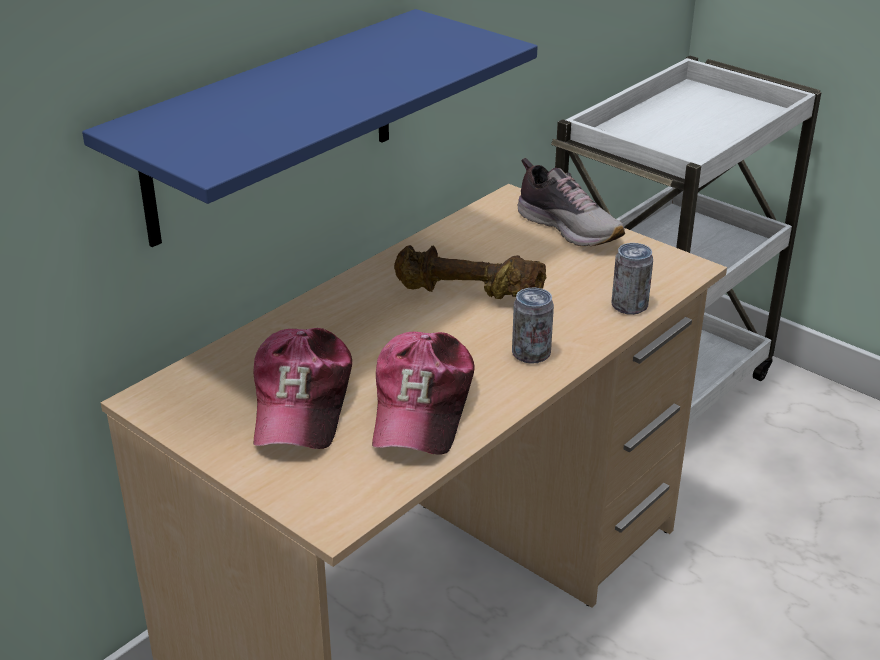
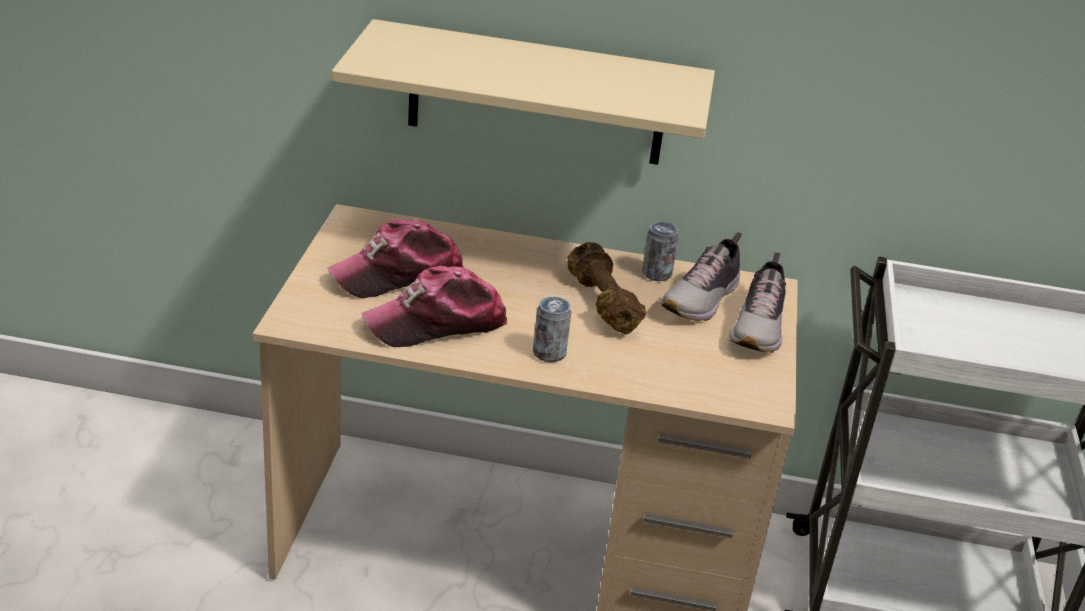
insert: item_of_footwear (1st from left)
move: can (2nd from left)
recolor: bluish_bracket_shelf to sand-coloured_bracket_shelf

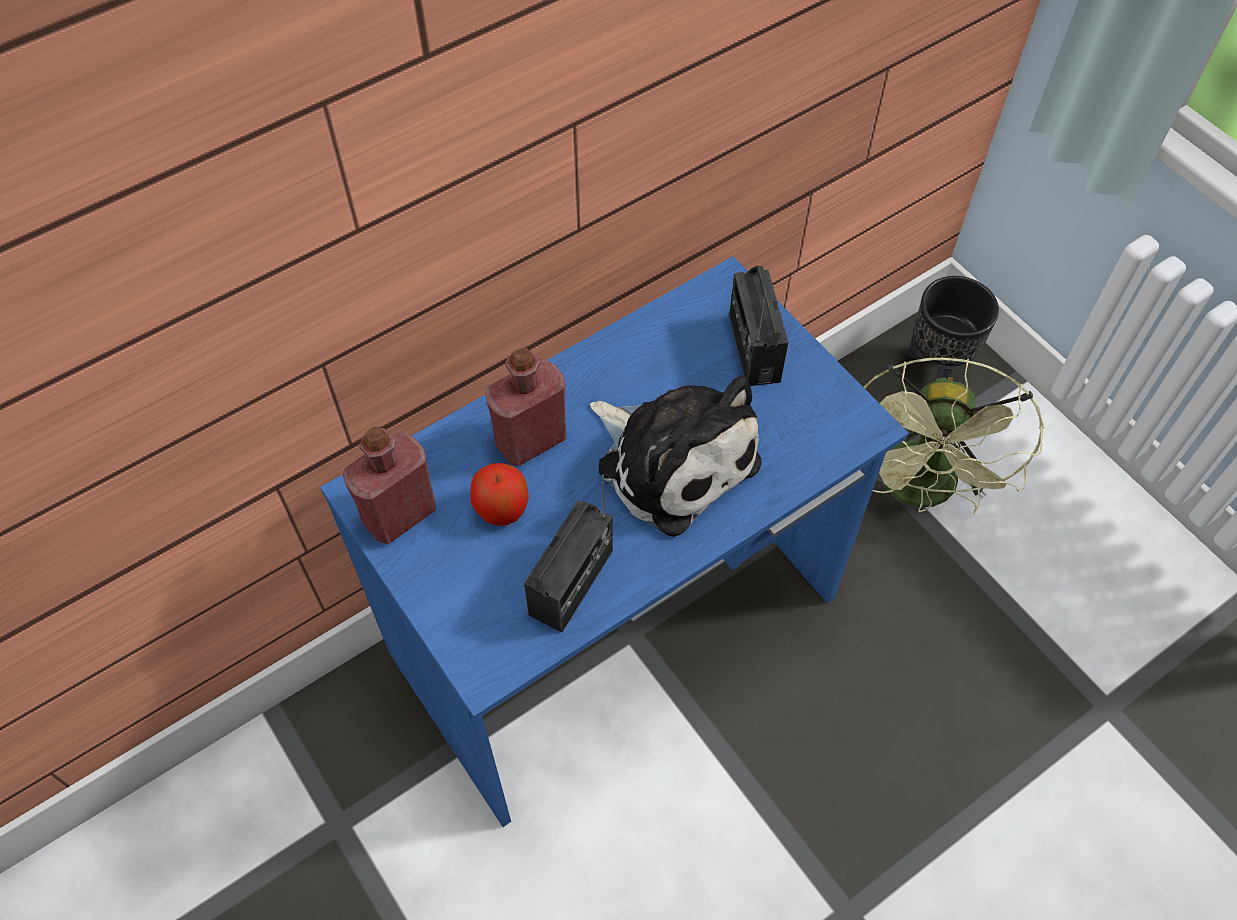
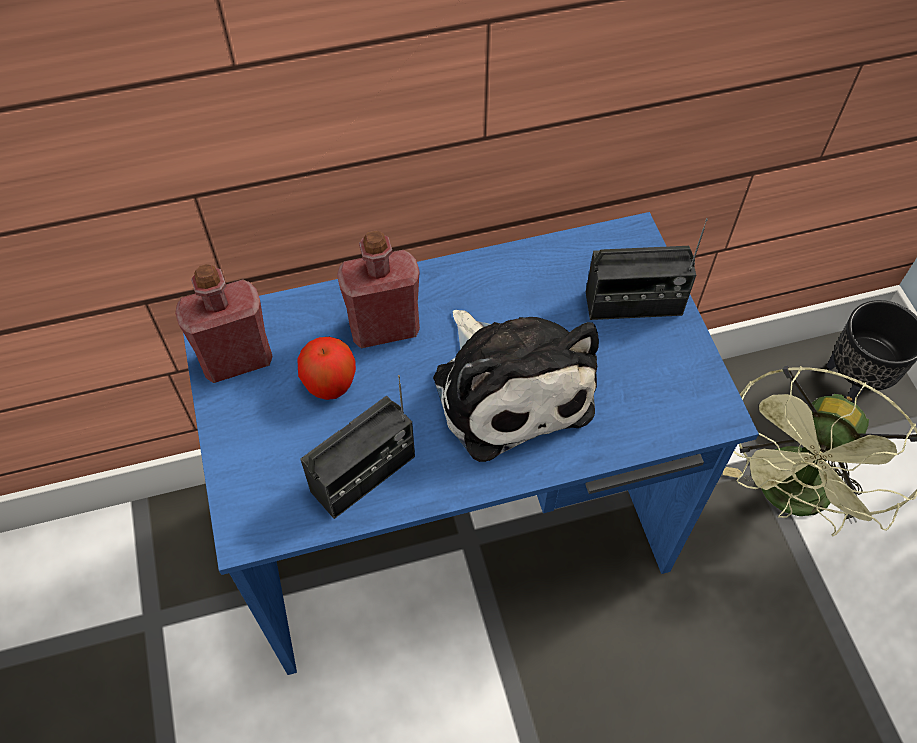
rotate: radio_set (2nd from left) 105 degrees counterclockwise

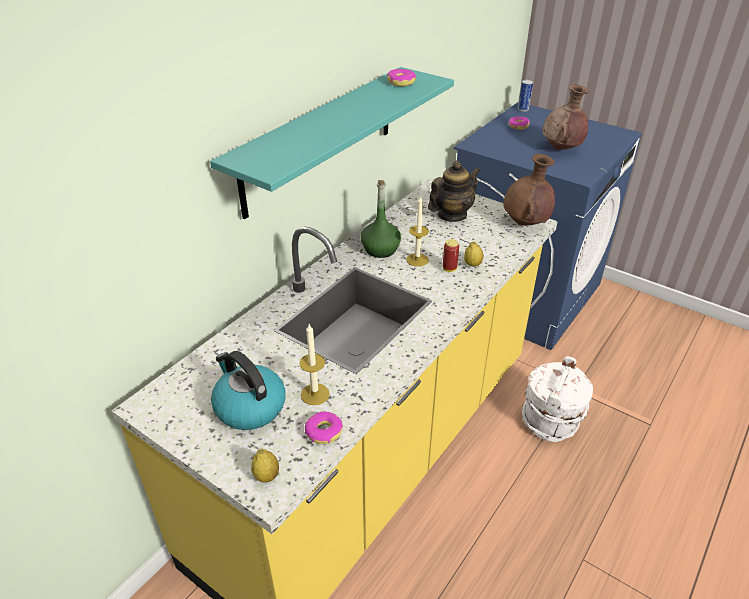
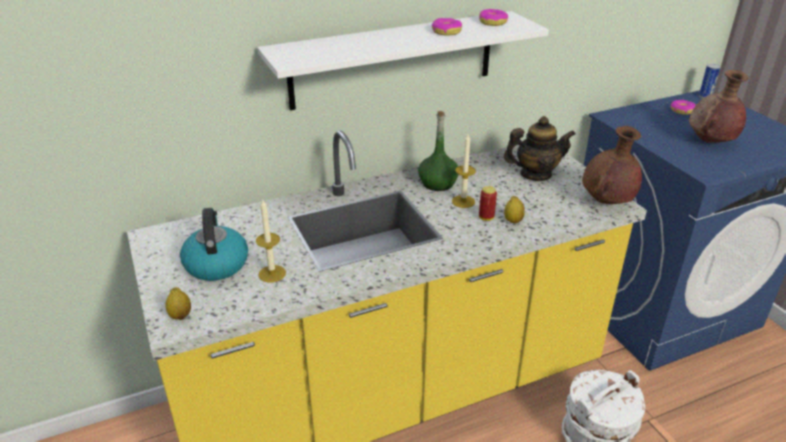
move: donut (1st from left)
recolor: turquoise-coloured_bracket_shelf to white-coloured_bracket_shelf

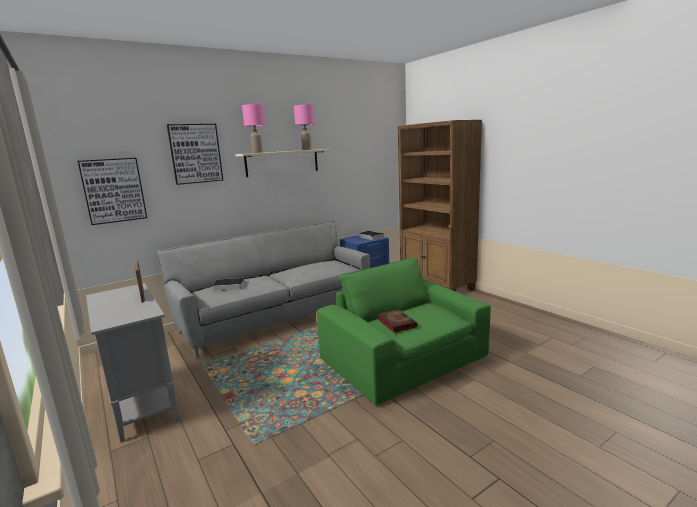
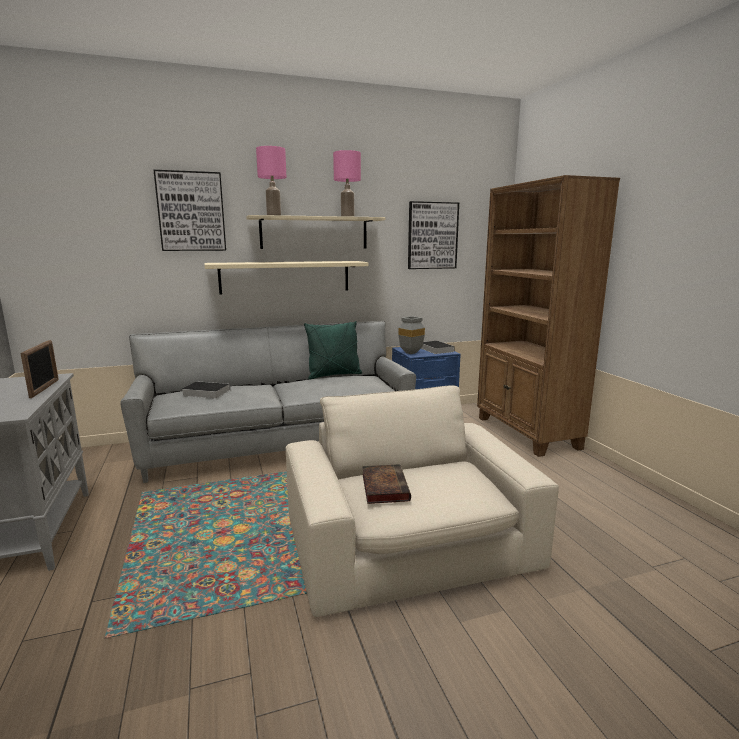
insert: sand-coloured_bracket_shelf (1st from left); green-coloured_pillow; gray_flower_vase
move: picture (1st from left in the first image) to picture (2nd from left)
recolor: green-coloured_easy_chair to sand-coloured_easy_chair

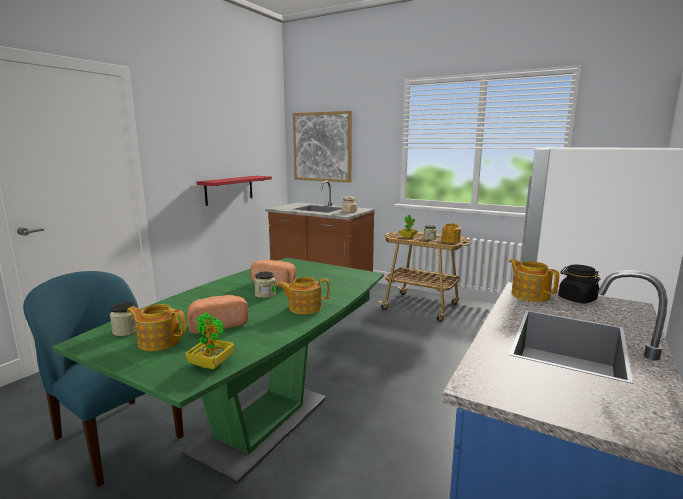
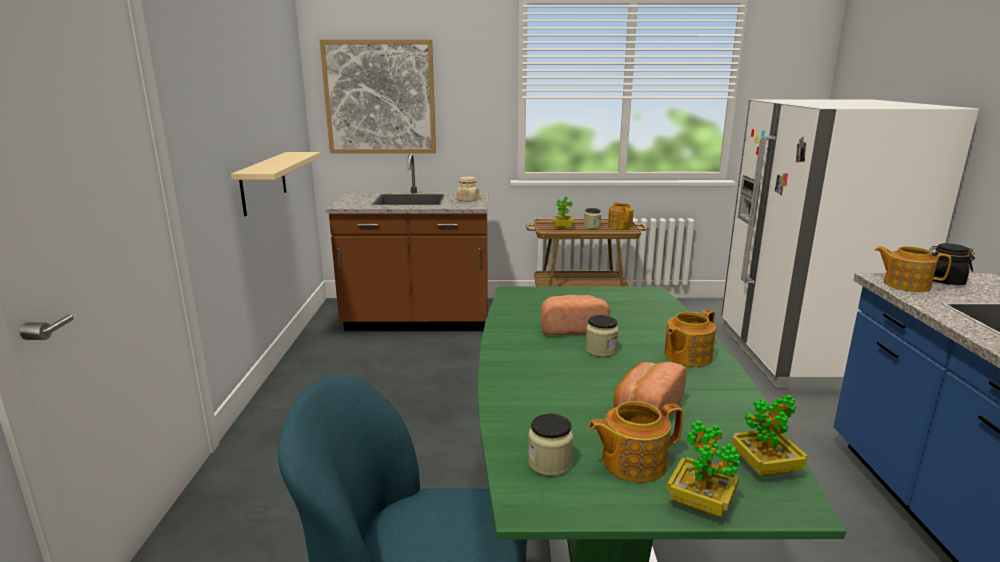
insert: potted_plant (2nd from left)
recolor: reddish_bracket_shelf to sand-coloured_bracket_shelf

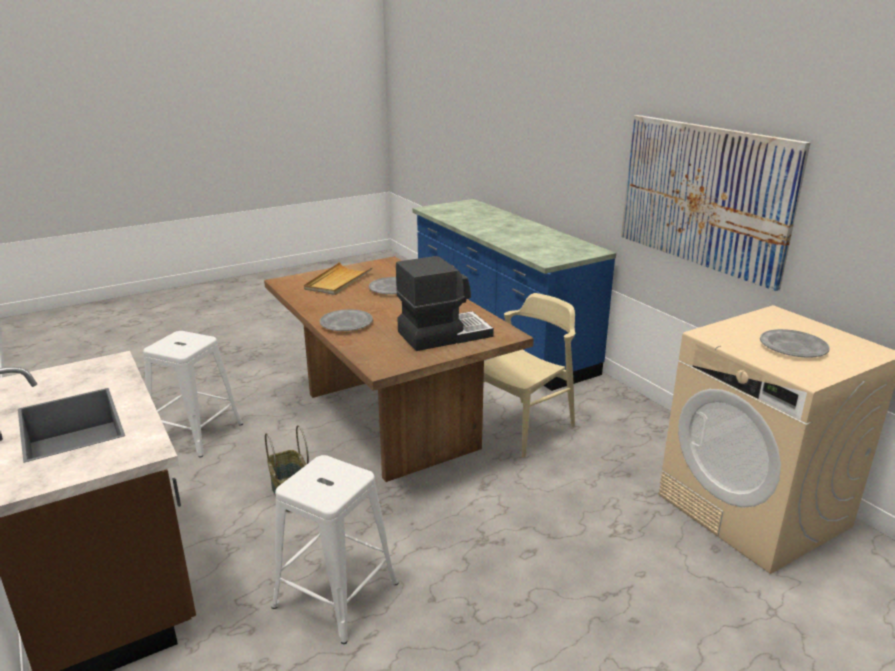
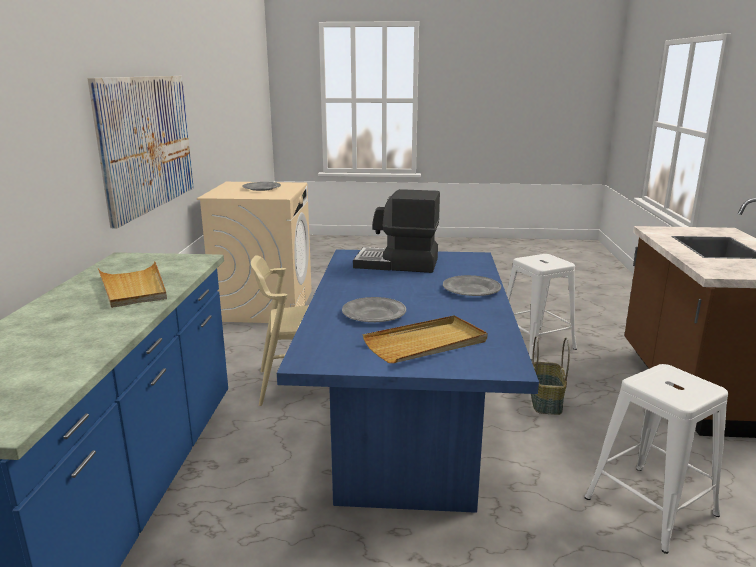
insert: sand-coloured_carrying_tray (1st from left)
recolor: brown_kitchen_table to bluish_kitchen_table

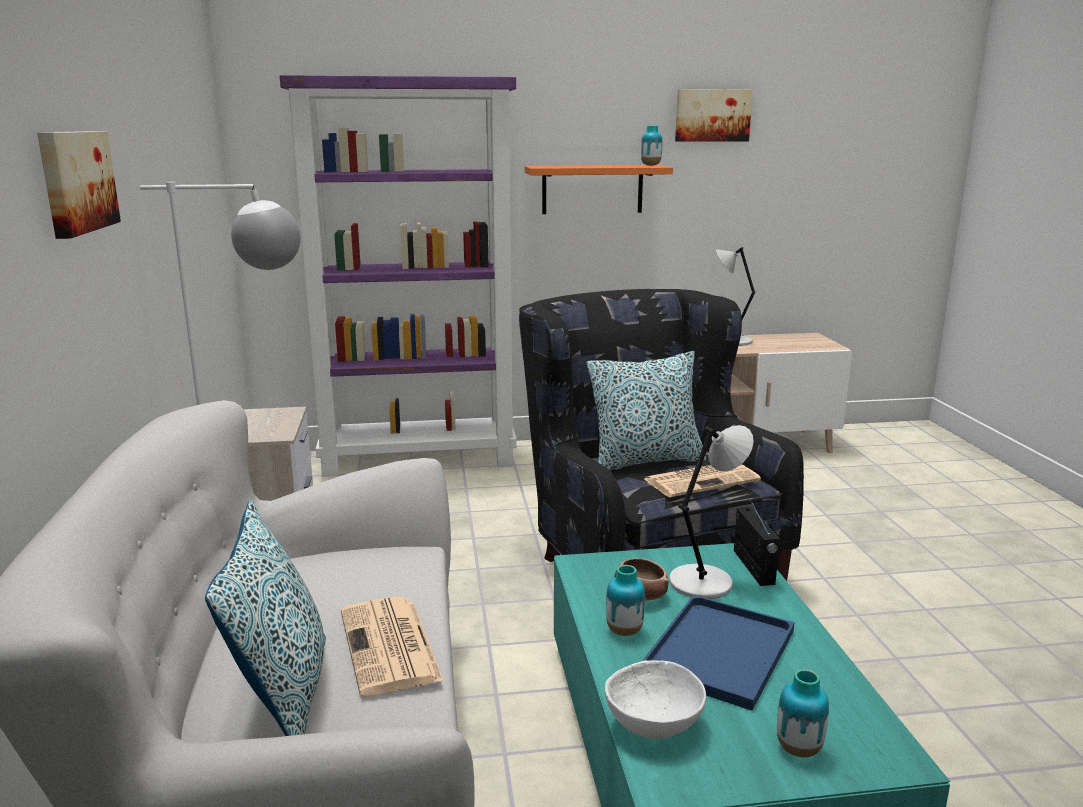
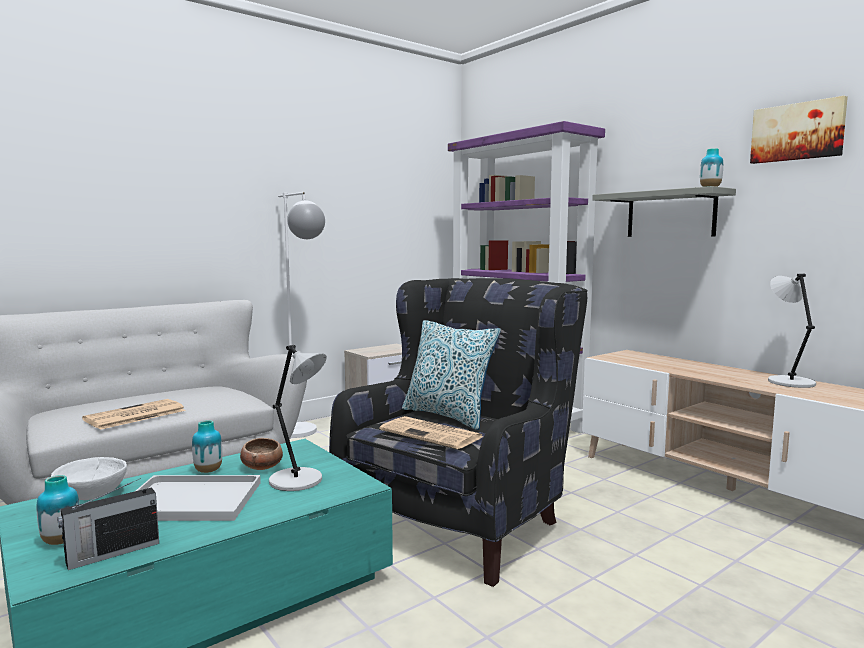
delete: picture (1st from left); pillow (1st from left)
move: radio_set
recolor: orange-coloured_bracket_shelf to gray_bracket_shelf; bluish_carrying_tray to white-coloured_carrying_tray

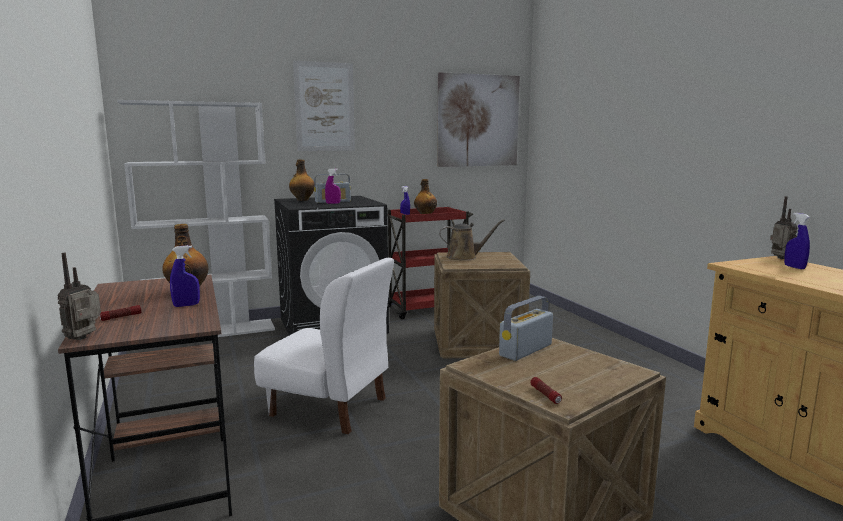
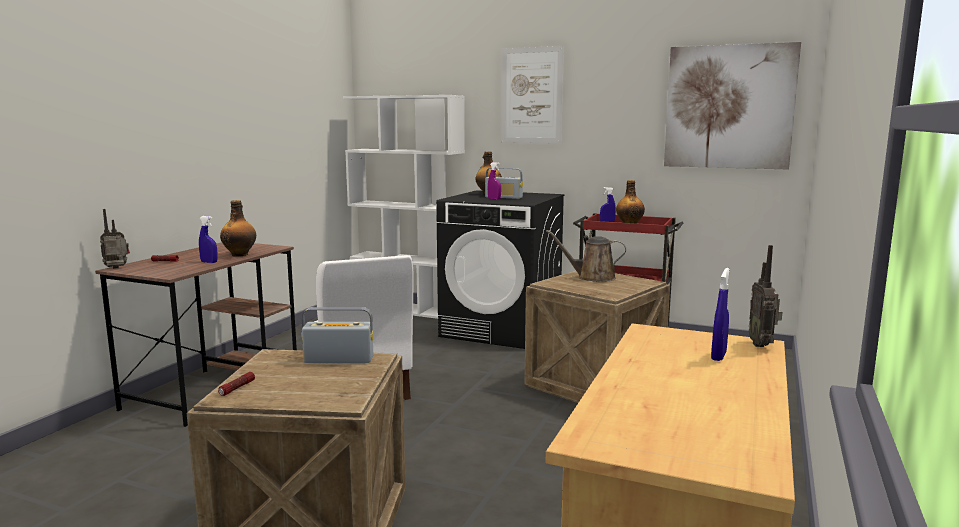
rotate: brown_watering_pot 150 degrees clockwise; radio_set (4th from left) 150 degrees clockwise

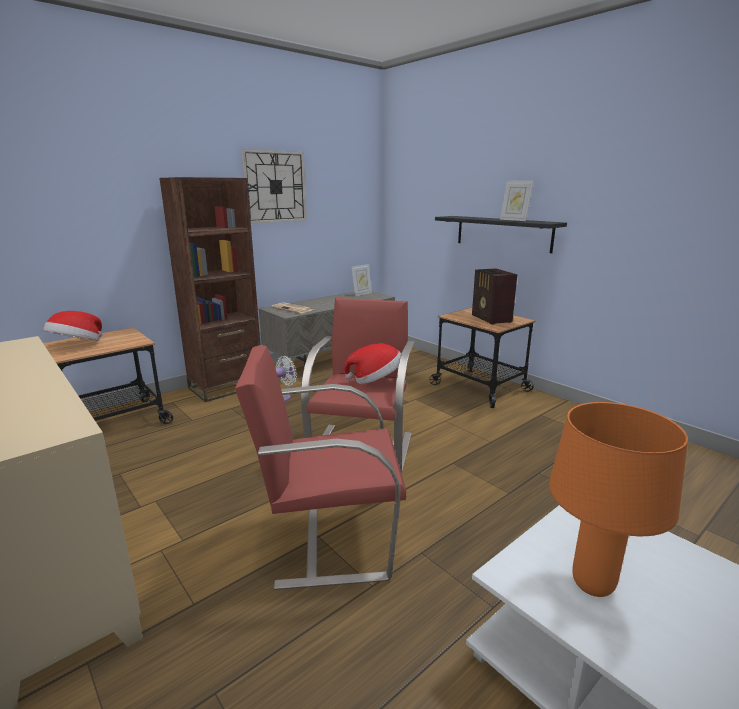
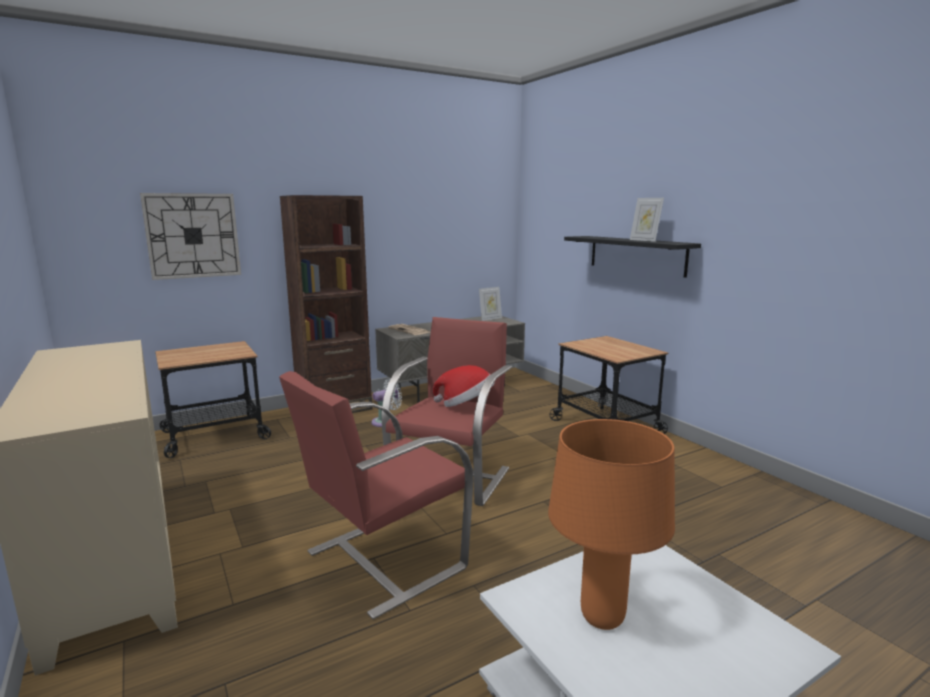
delete: wearable_hat (1st from left); radio_set
move: hanging_clock
rotate: reddish_easy_chair (1st from left) 45 degrees counterclockwise

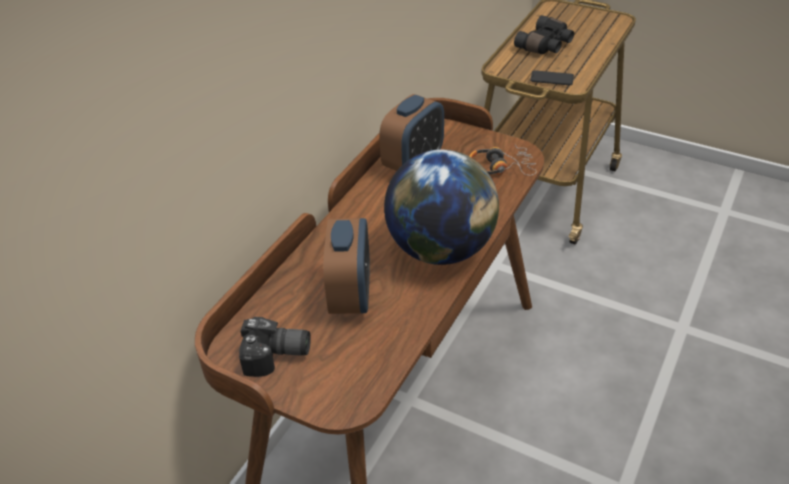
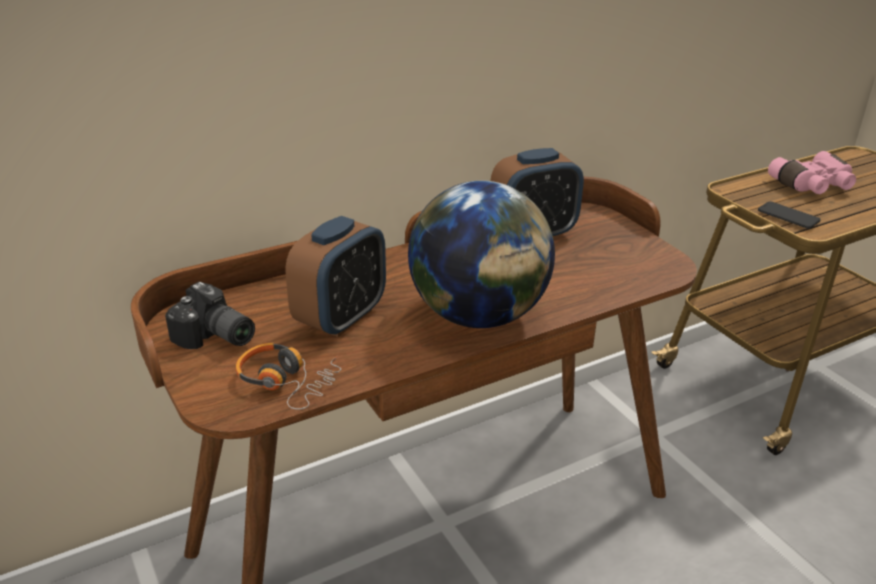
move: headphones
recolor: blackish_pair_of_binoculars to pinkish_pair_of_binoculars

